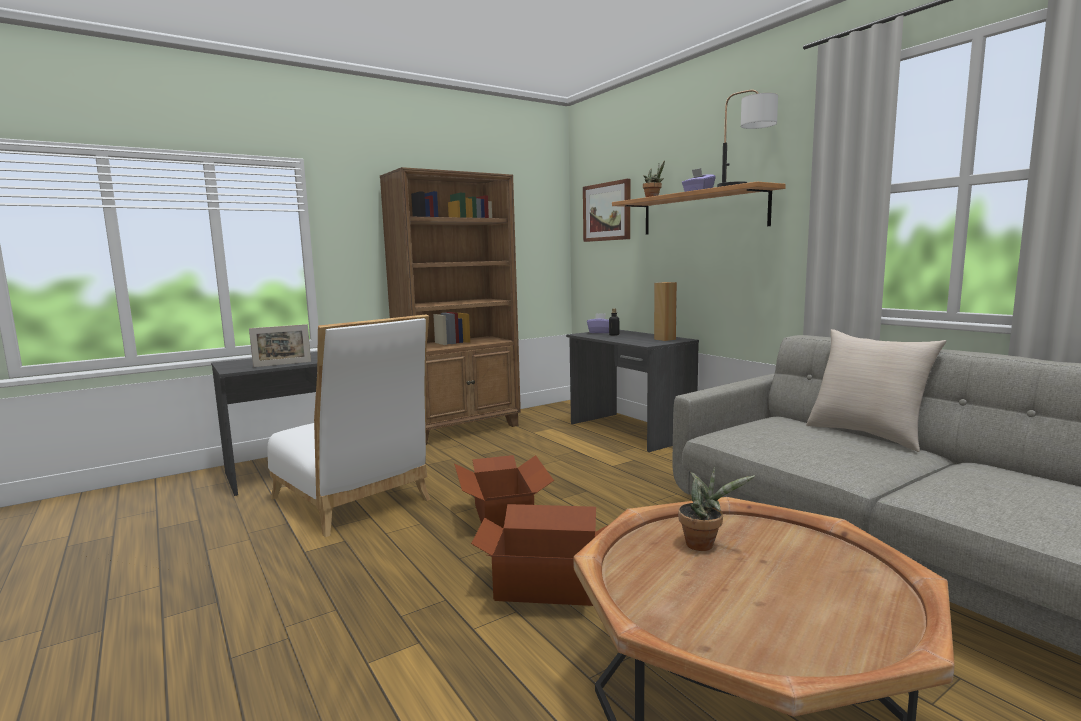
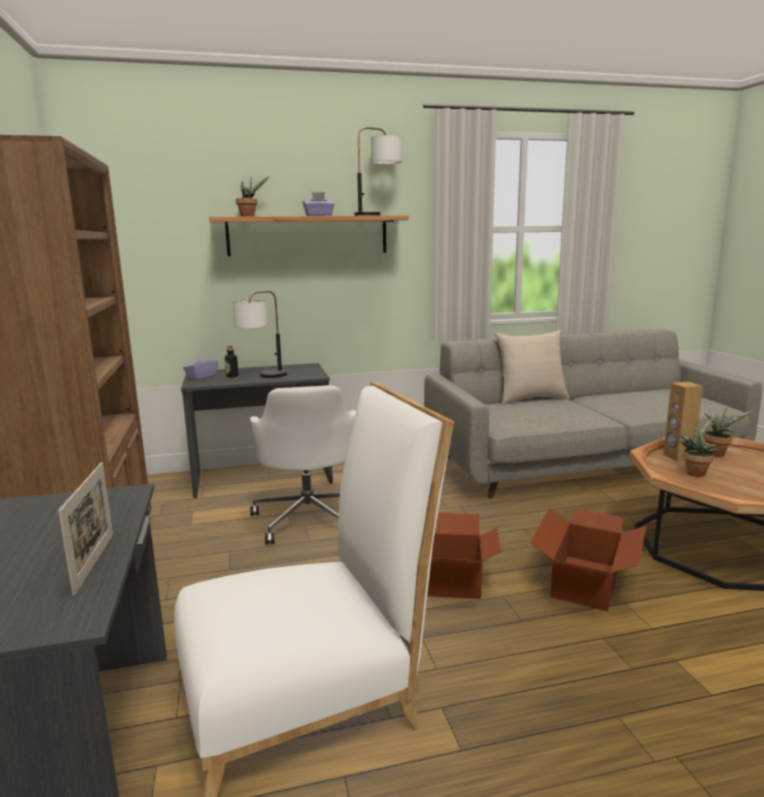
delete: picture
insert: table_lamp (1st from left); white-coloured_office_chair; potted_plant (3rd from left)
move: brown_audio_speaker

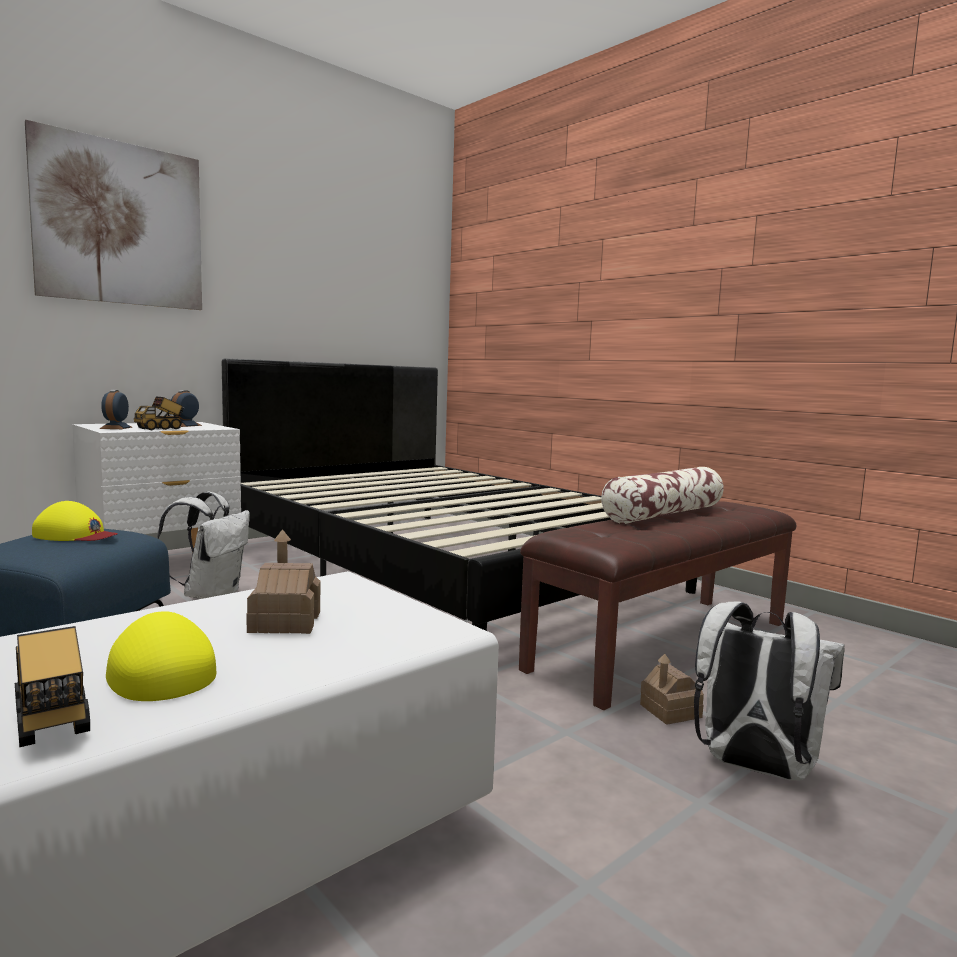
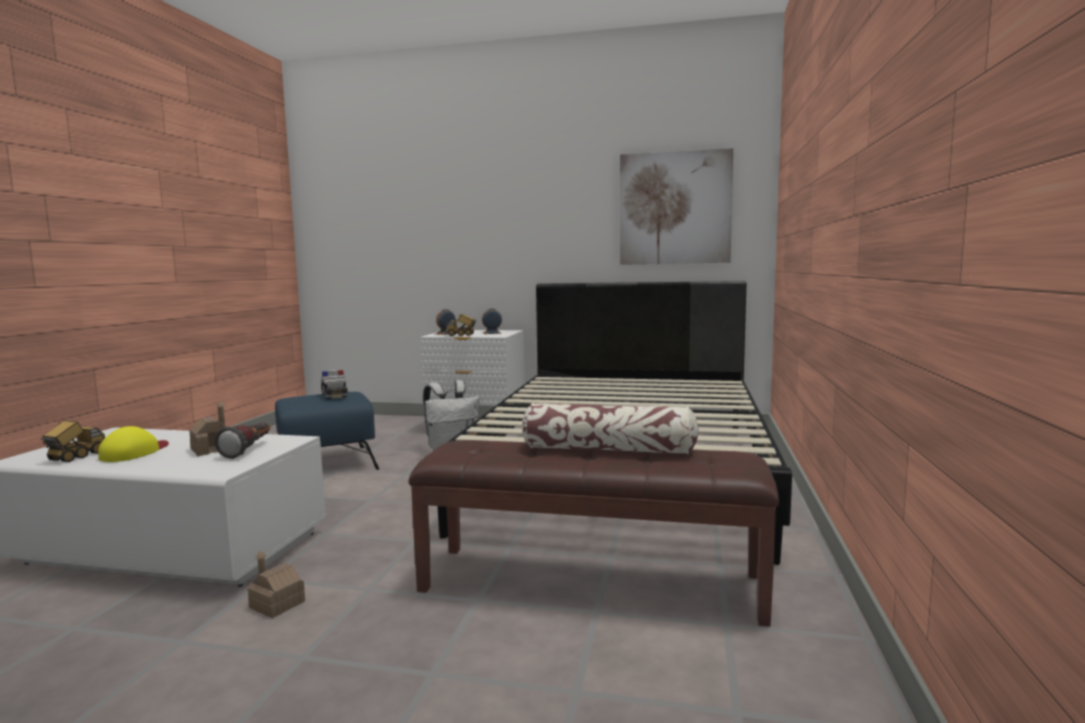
delete: white-coloured_rucksack (2nd from left)
insert: torch
move: picture; model_house (2nd from left)
replace: yellow-coloured_peaked_cap (1st from left) to toy_car

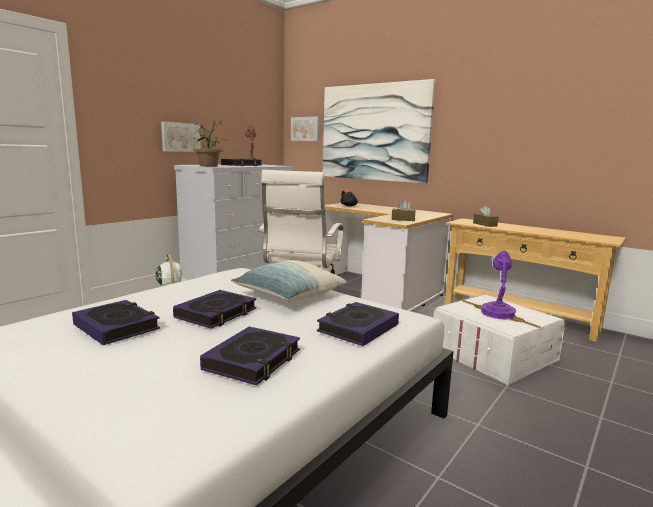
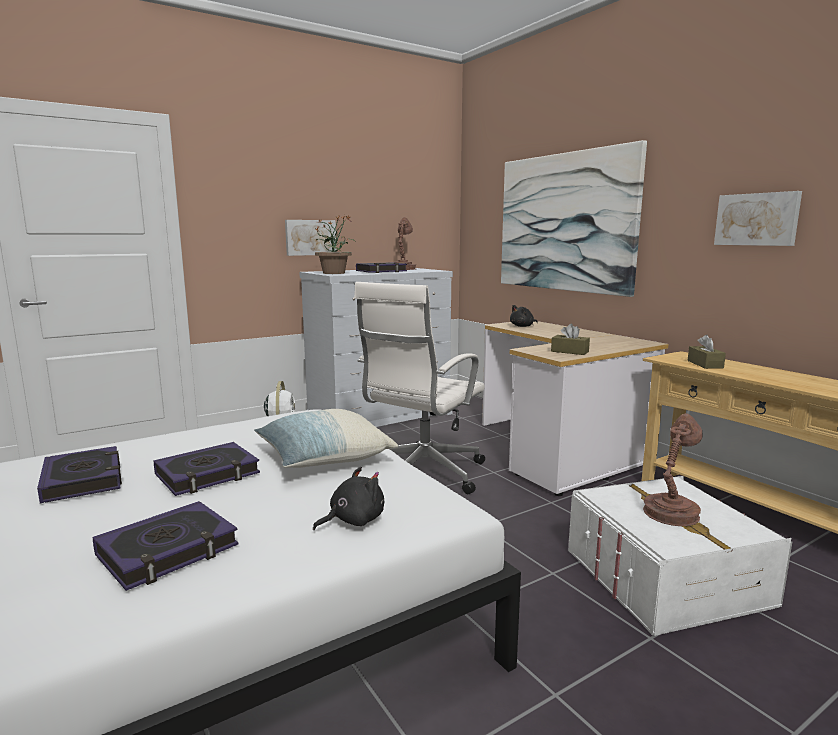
move: picture (2nd from left in the first image) to picture (3rd from left)
replace: volume (5th from left) to blackish_cuddly_toy (1st from left)
recolor: purple_table_lamp to brown_table_lamp (2nd from left)

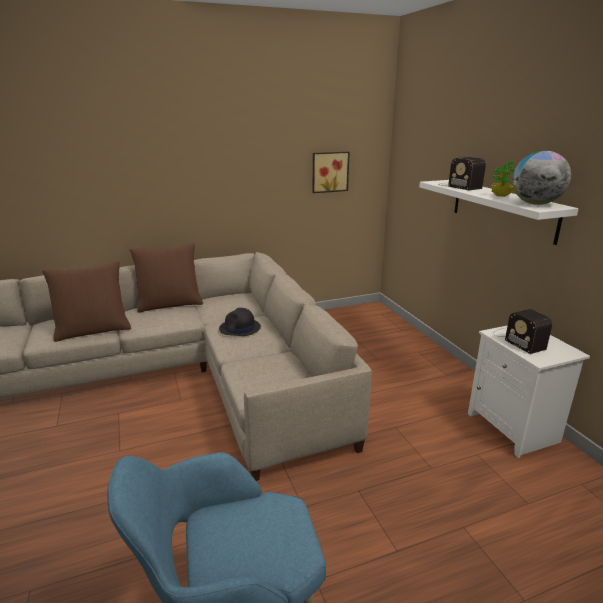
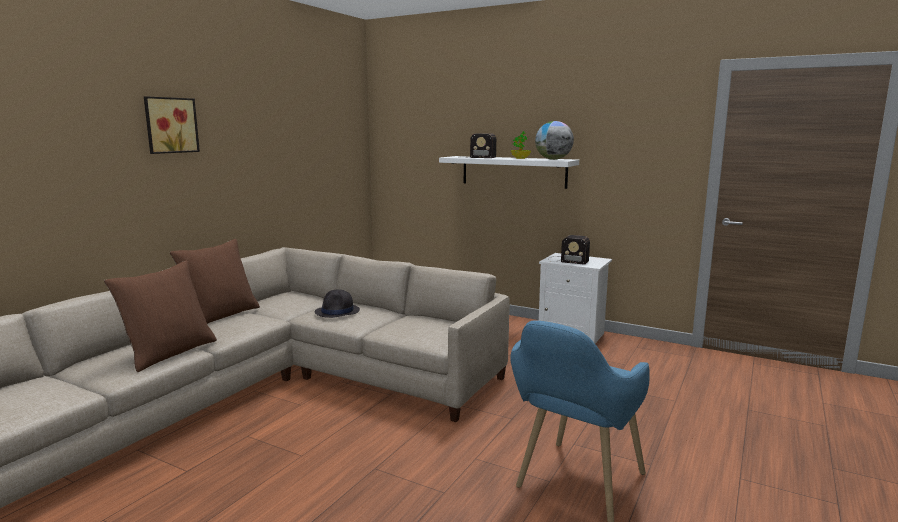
move: picture

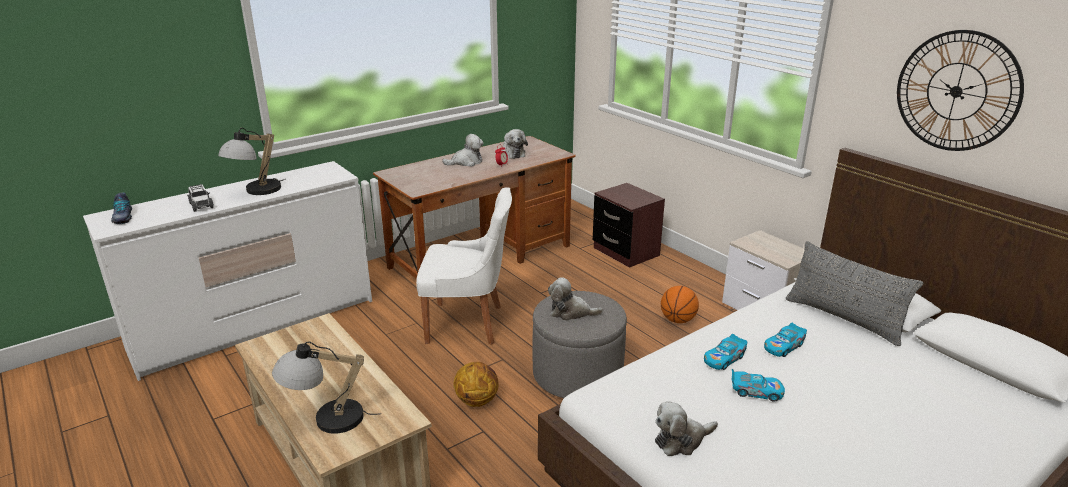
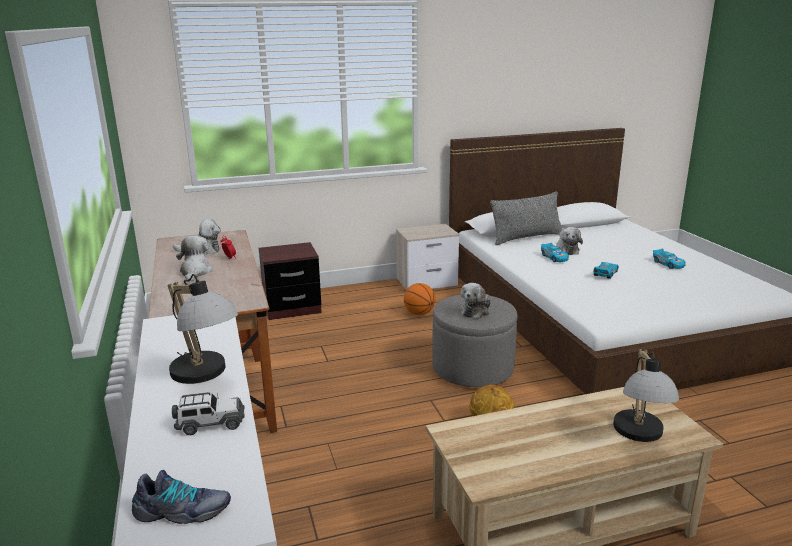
delete: white-coloured_chair; hanging_clock
move: cuddly_toy (4th from left); toy_car (2nd from left in the first image) to toy_car (4th from left)

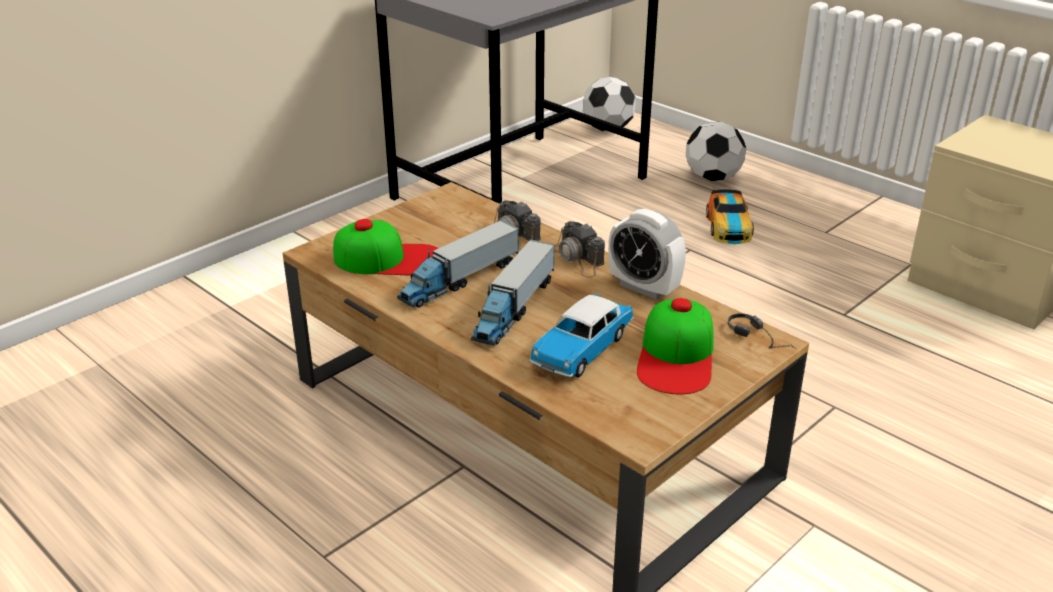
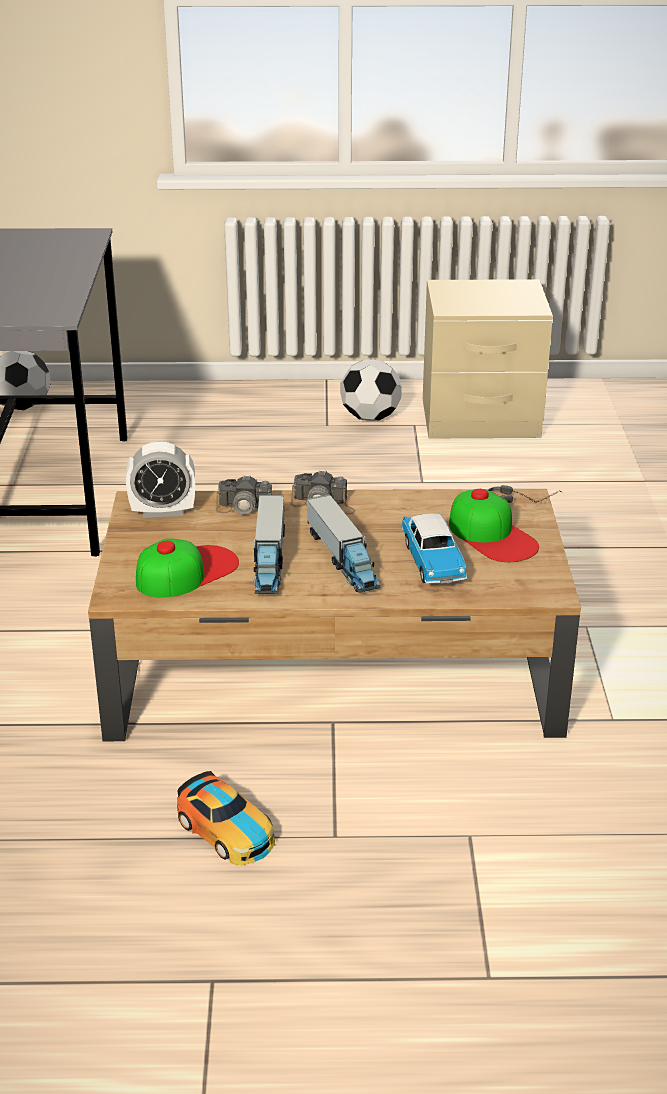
move: alarm_clock; ball_for_football (2nd from left); toy_car (2nd from left in the first image) to toy_car (1st from left)

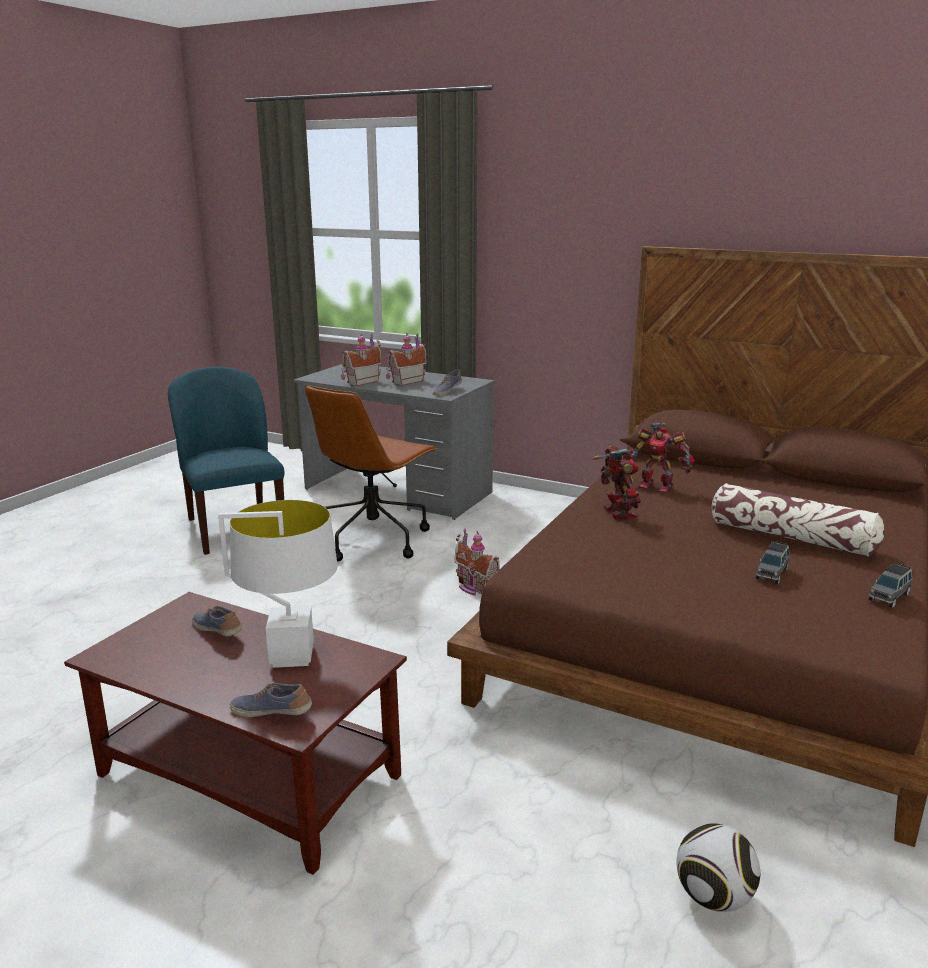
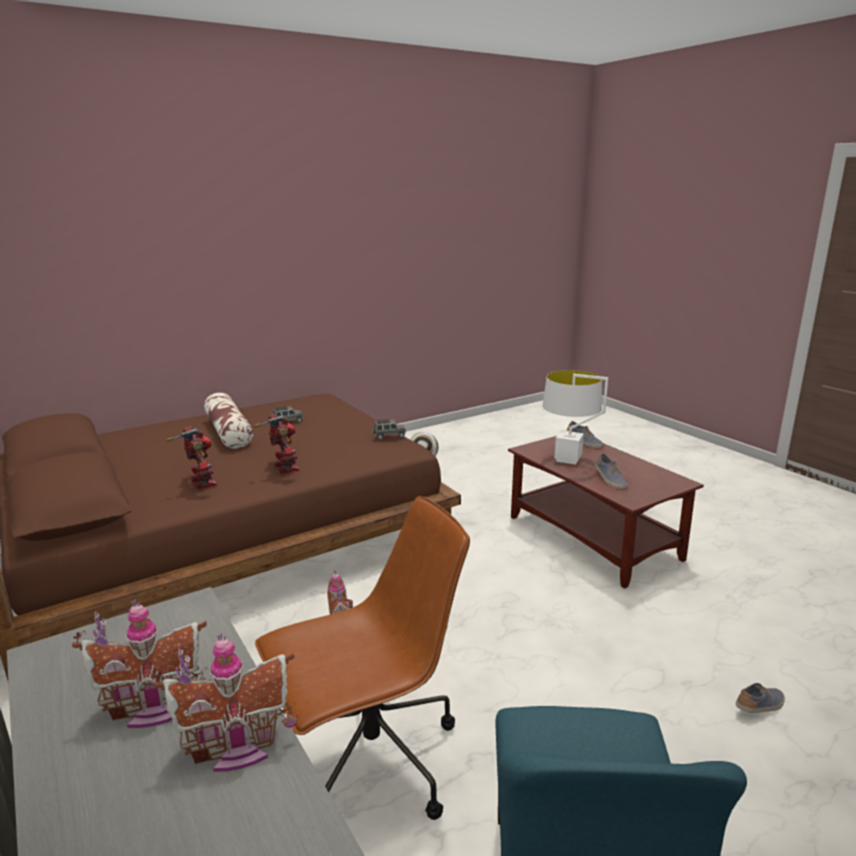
move: item_of_footwear (3rd from left); gray_toy_car (2nd from left)
rotate: model_robot (1st from left in the first image) 135 degrees clockwise

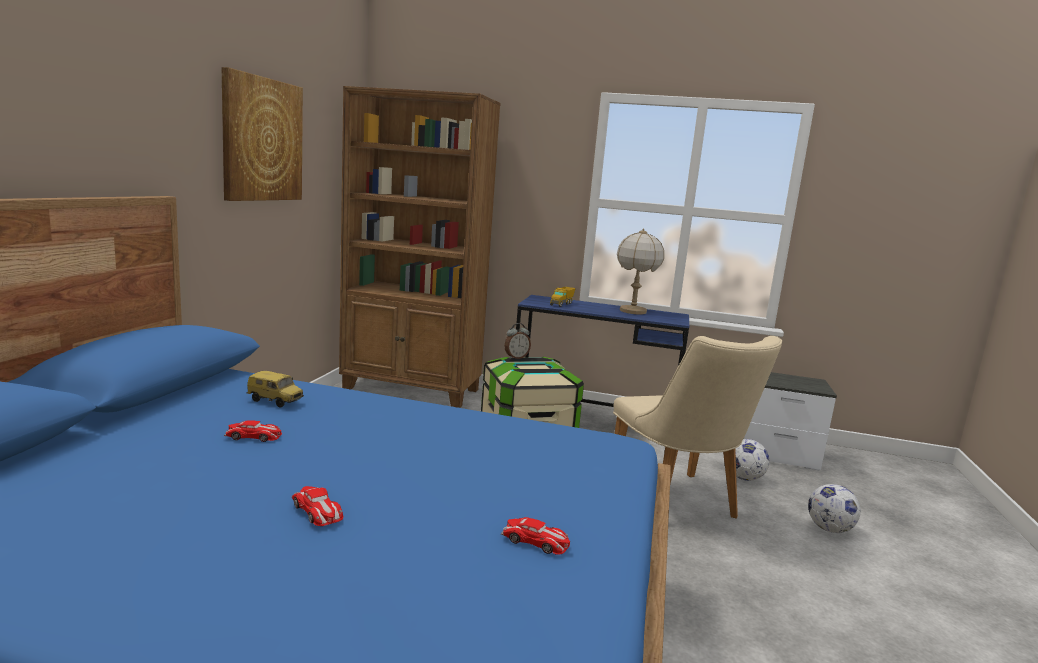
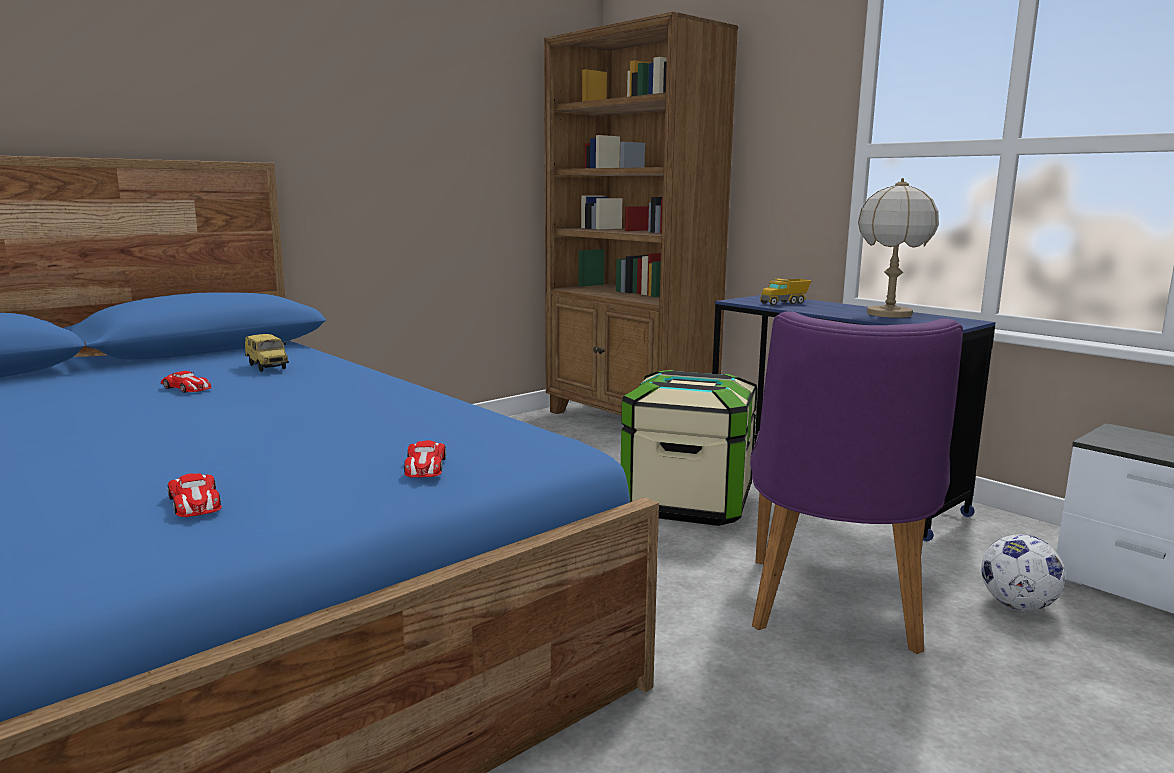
delete: picture; alarm_clock; ball_for_football (2nd from left)
move: toy_car (3rd from left in the first image) to toy_car (4th from left)
recolor: sand-coloured_chair to purple_chair

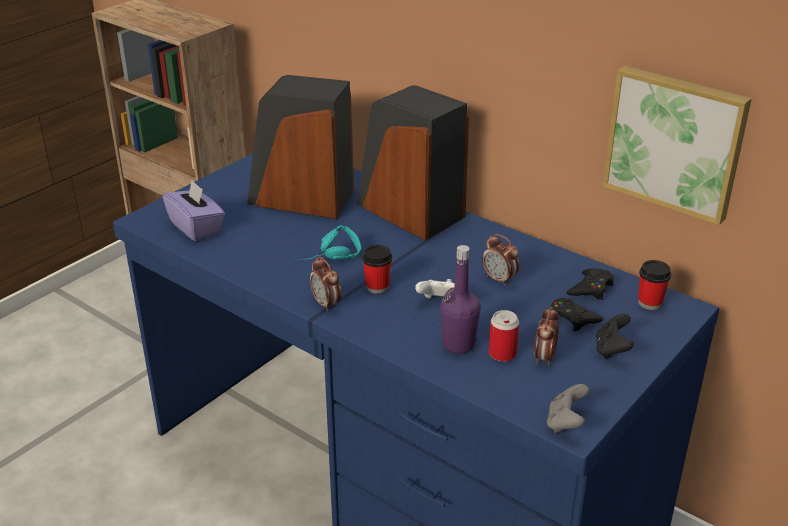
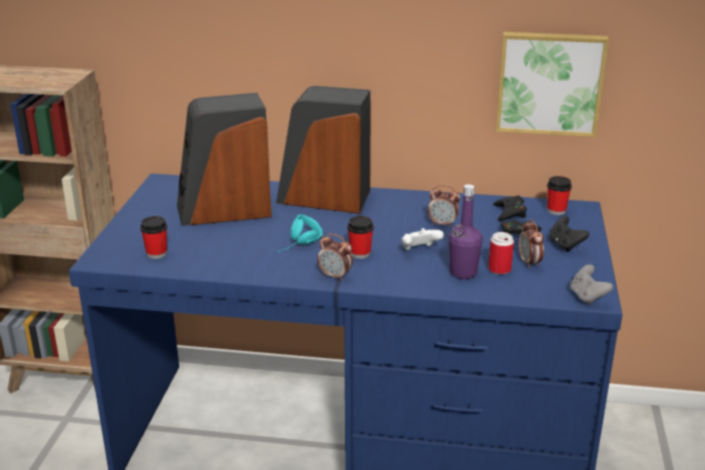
replace: purple_box_of_tissues to small_cup (1st from left)

